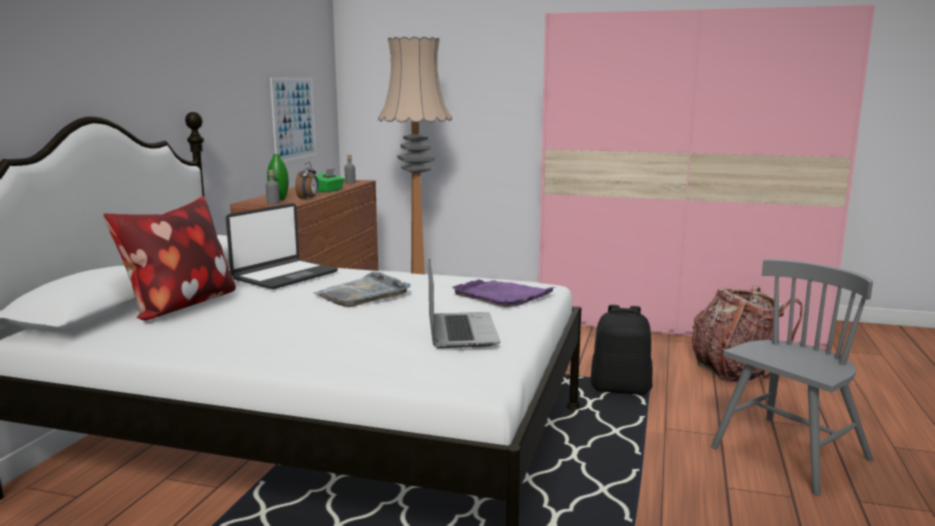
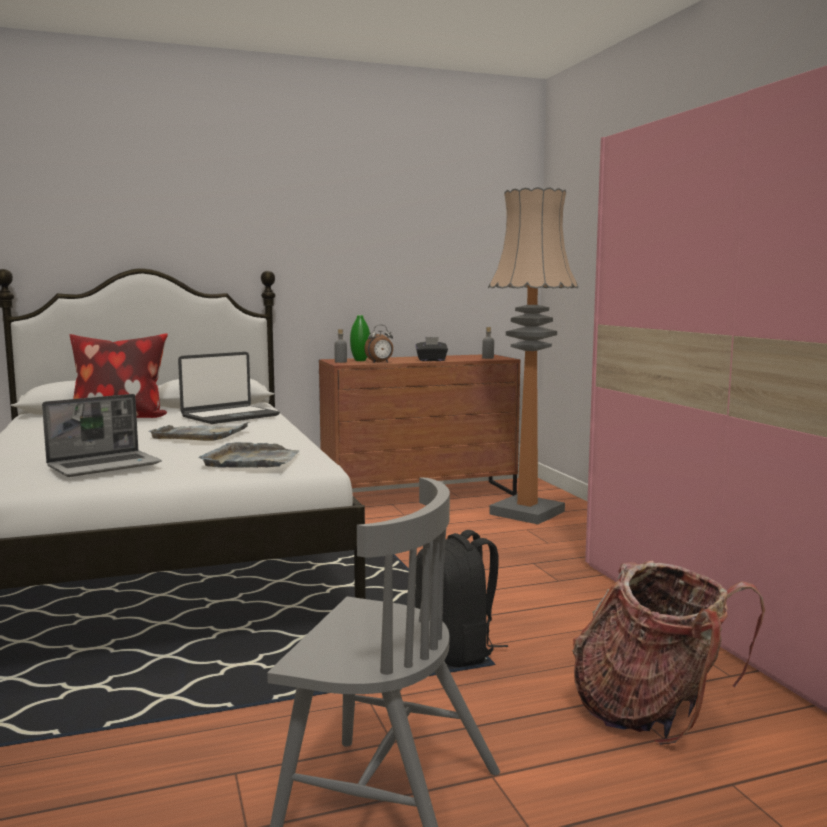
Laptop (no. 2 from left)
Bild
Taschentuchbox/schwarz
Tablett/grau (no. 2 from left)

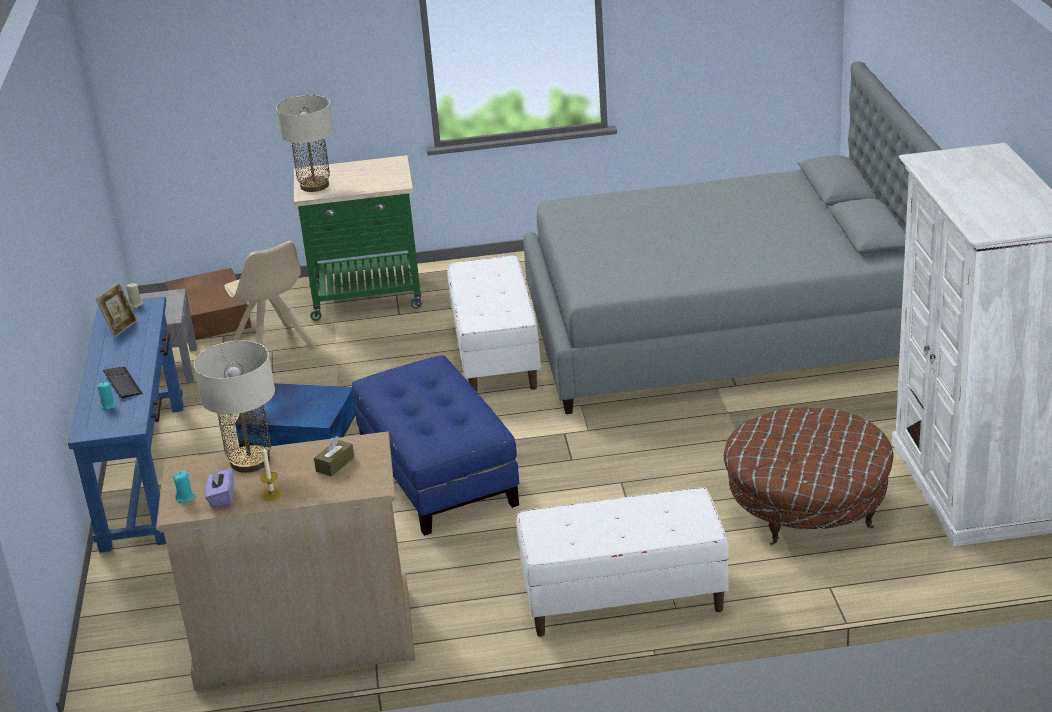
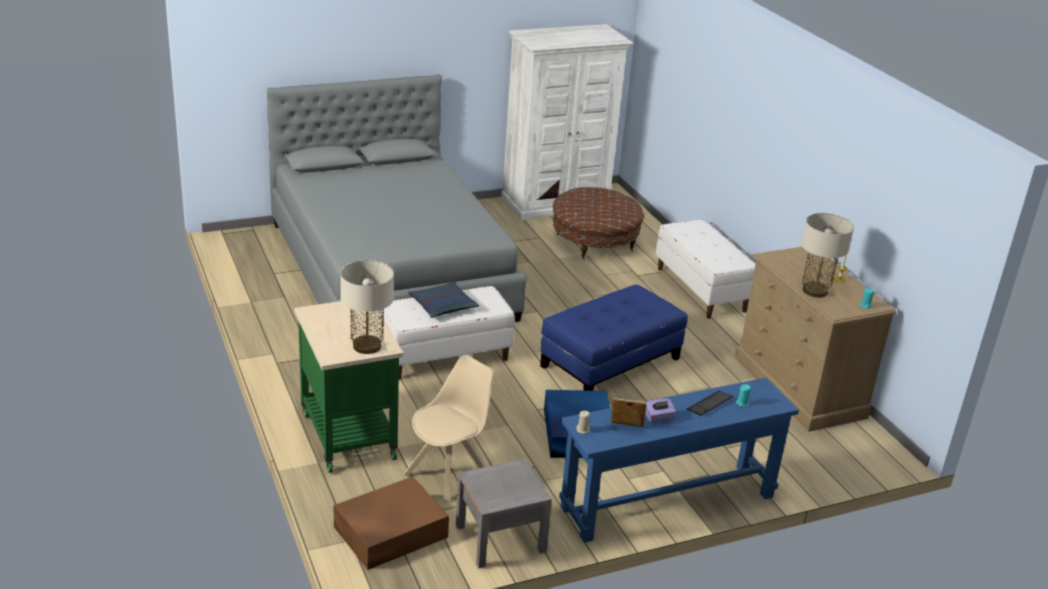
Taschentuchbox/lila
Taschentuchbox/braun
Kissen/blau

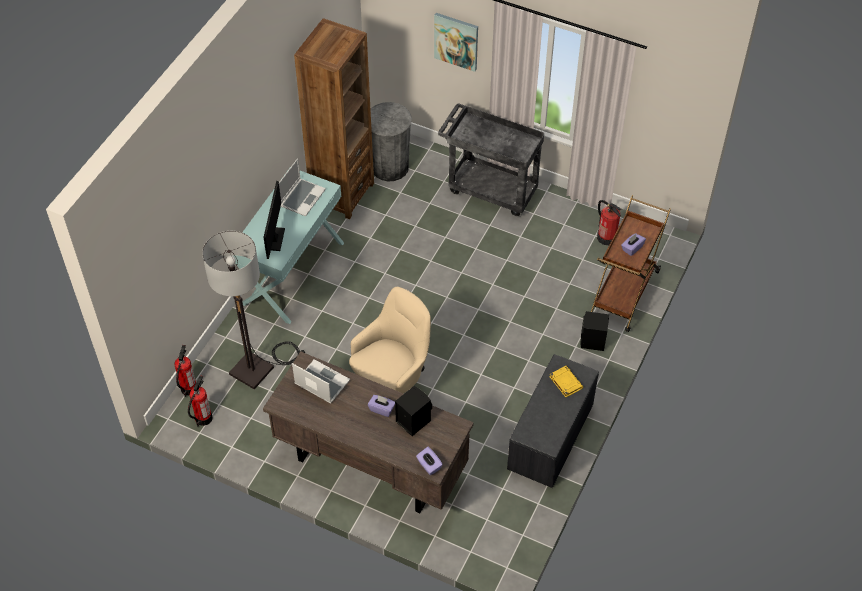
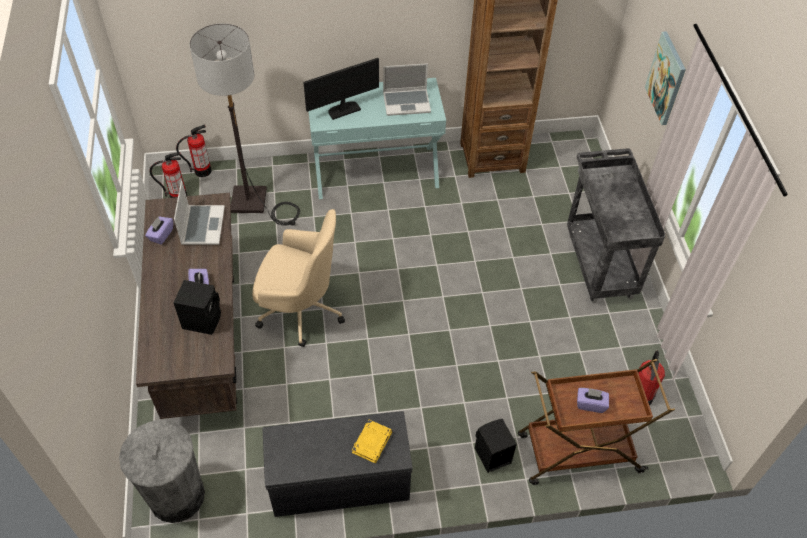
Mülleimer/grau
Taschentuchbox/lila (no. 1 from left)

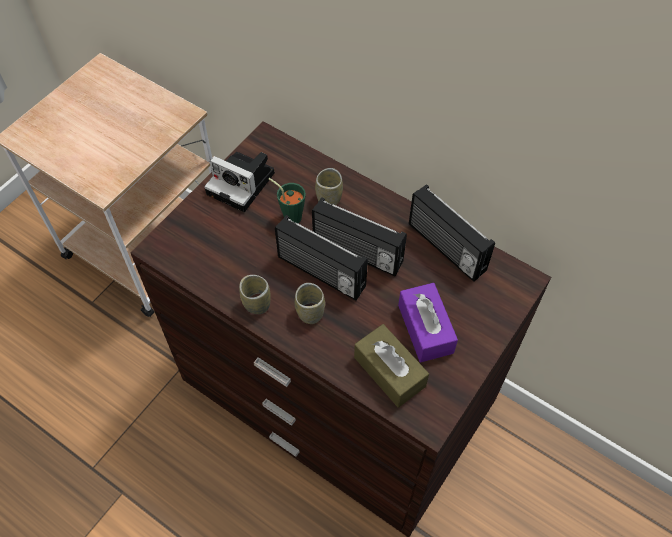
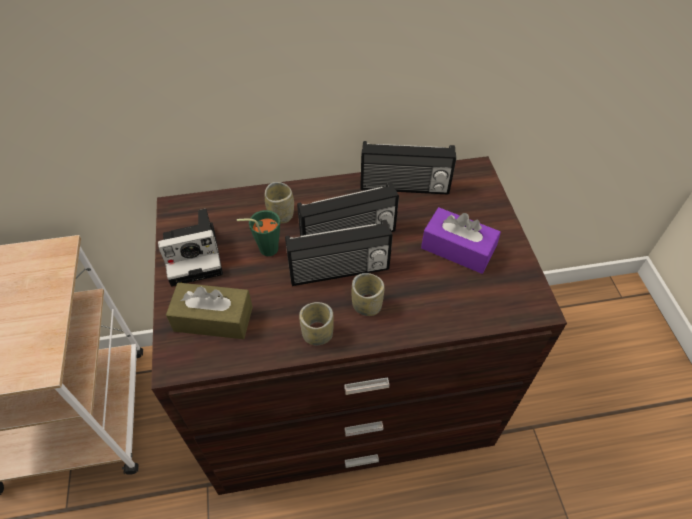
Taschentuchbox/braun

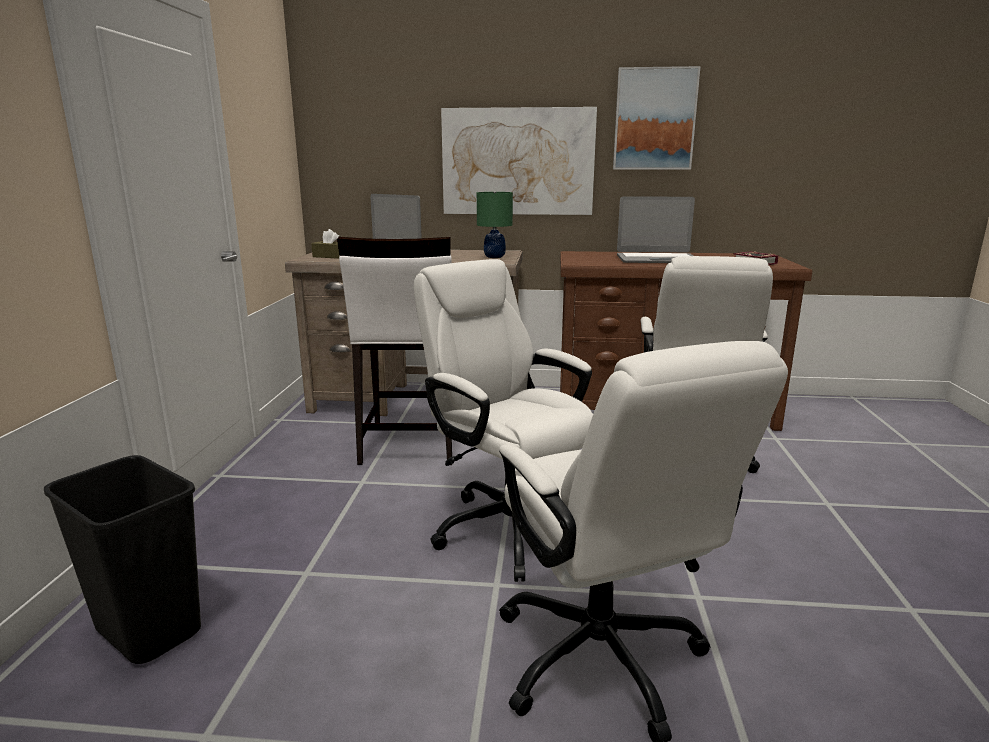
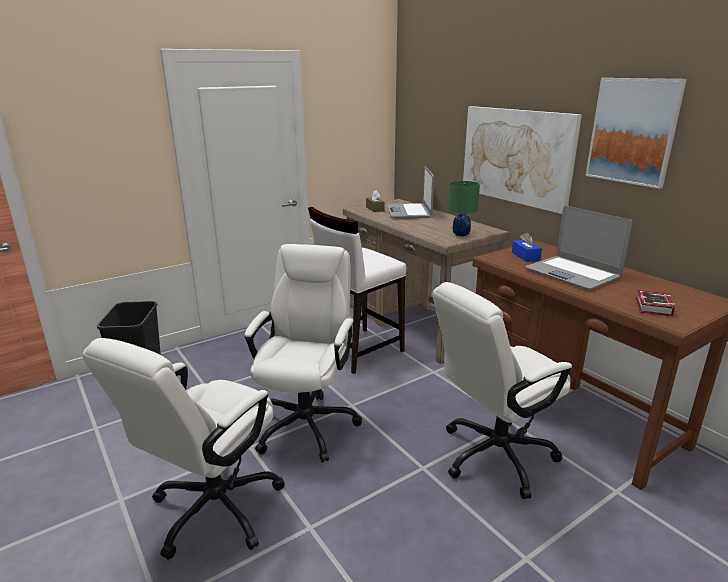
Taschentuchbox/blau

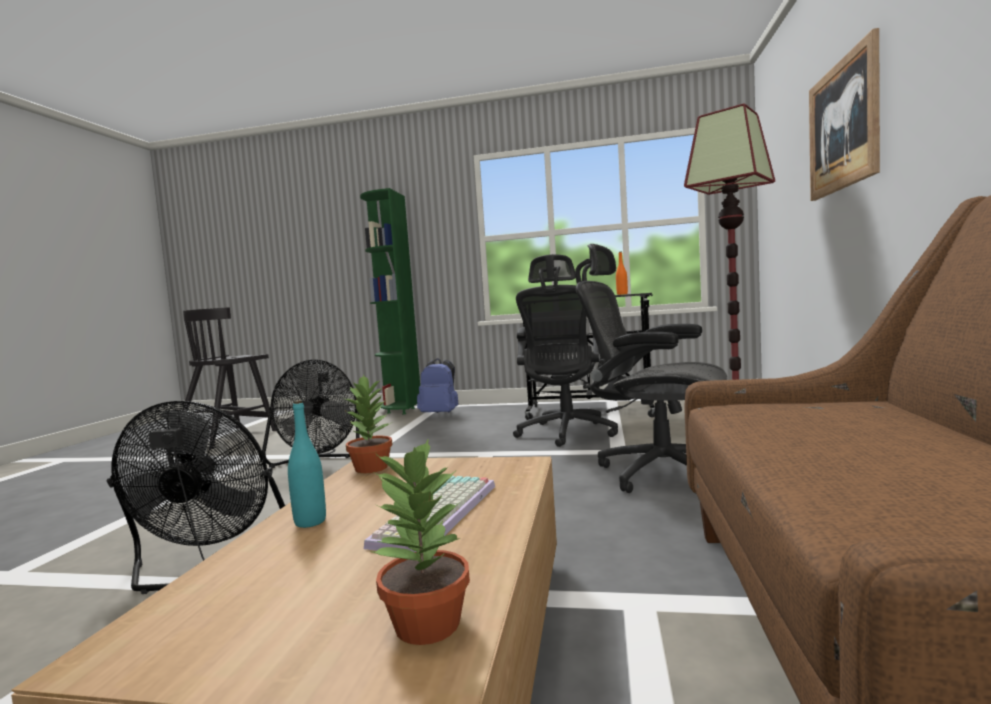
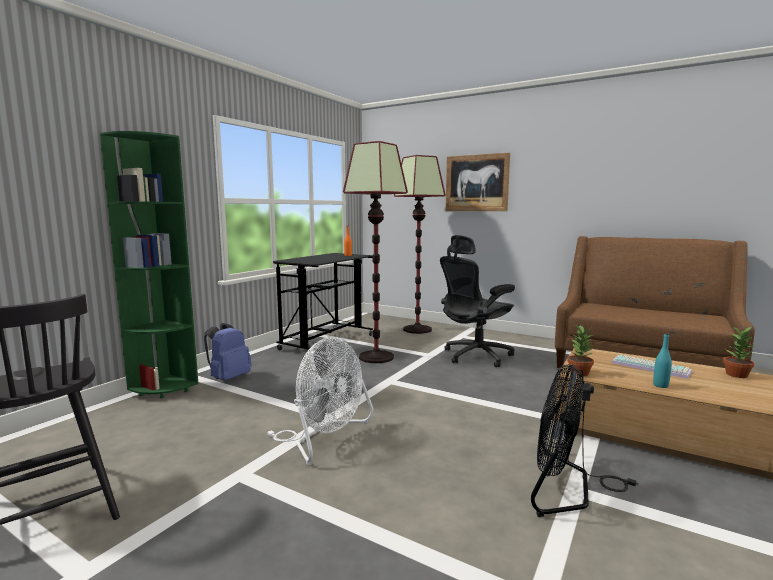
Ventilator/weiß
Stehlampe (no. 1 from left)

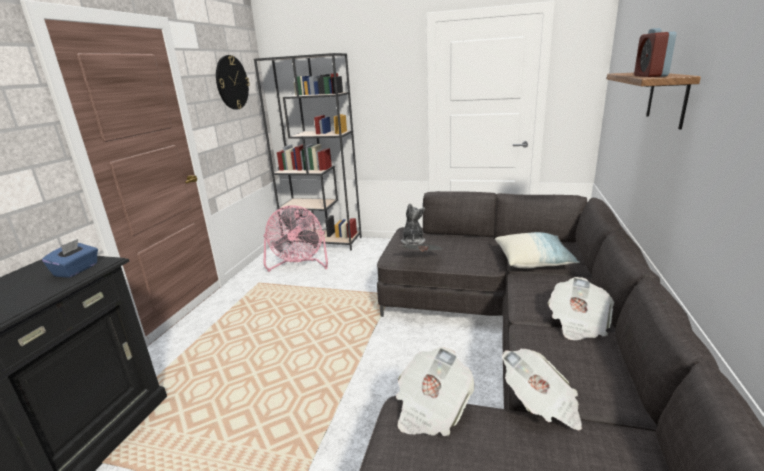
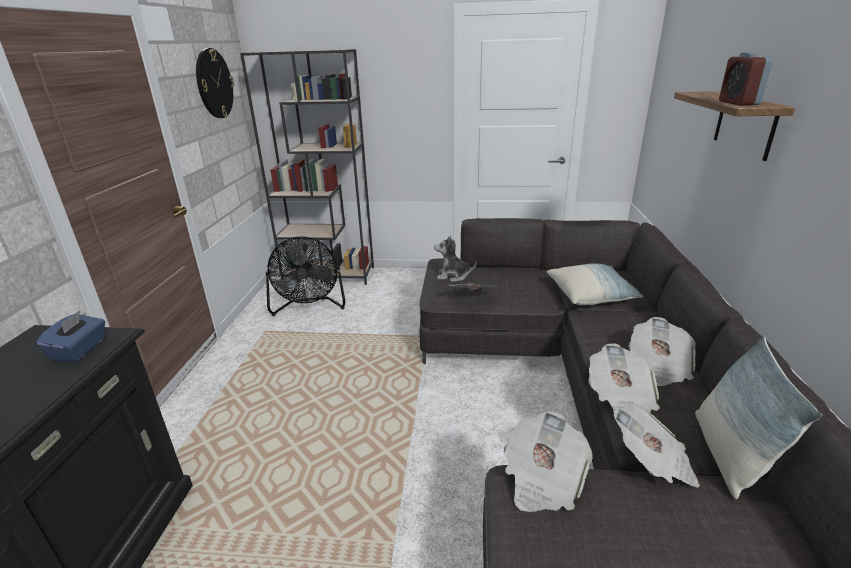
Ventilator/schwarz
Plüschtier
Zeitung (no. 3 from left)
Kissen (no. 2 from left)

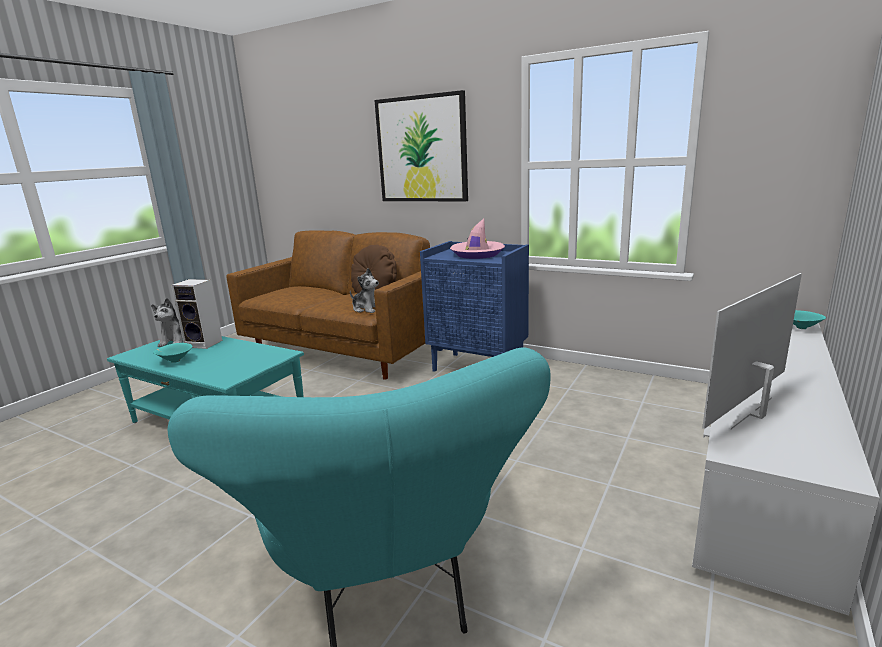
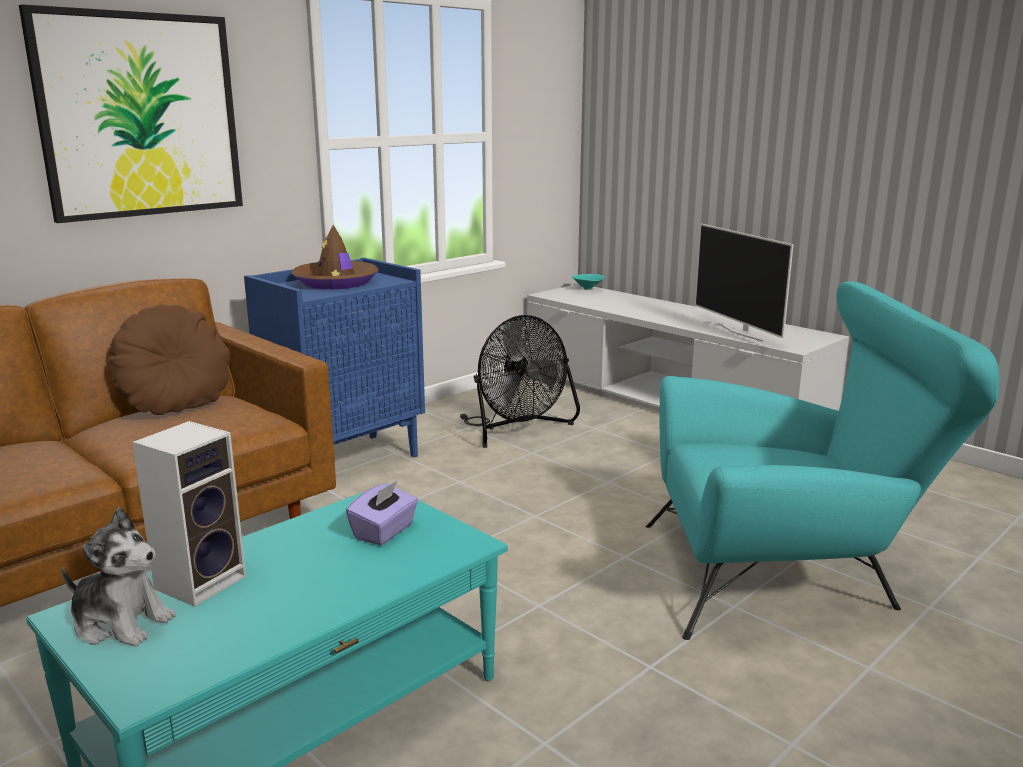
Schüssel/türkis (no. 1 from left in the first image)
Plüschtier (no. 2 from left in the first image)
Hut/braun
Taschentuchbox/lila
Ventilator/schwarz

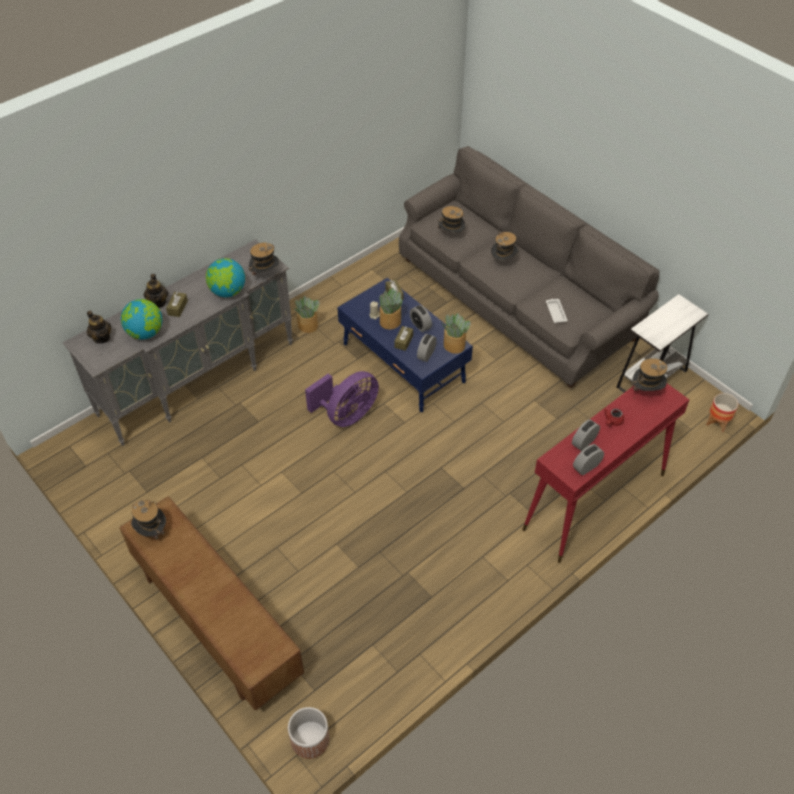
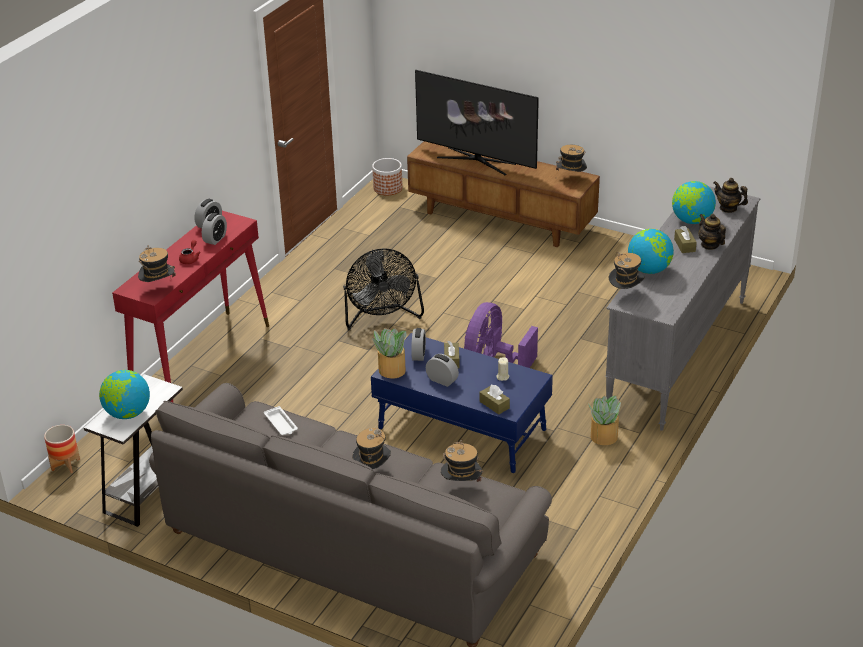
Topfpflanze (no. 2 from left in the first image)
Globus (no. 1 from left)
Ventilator/schwarz
Fernseher

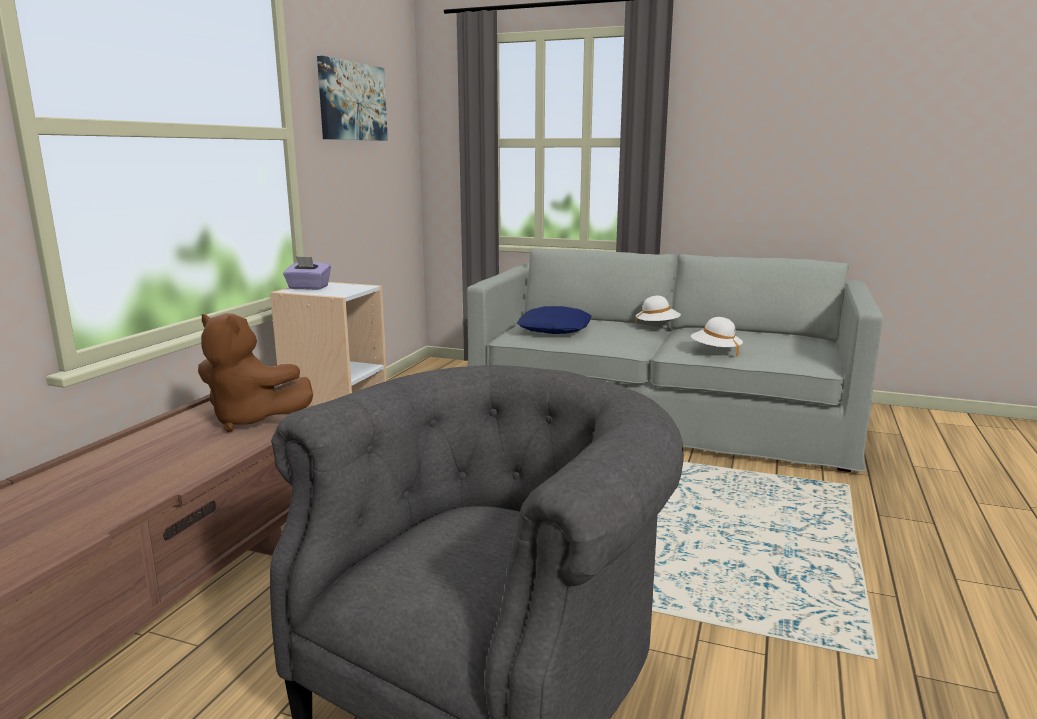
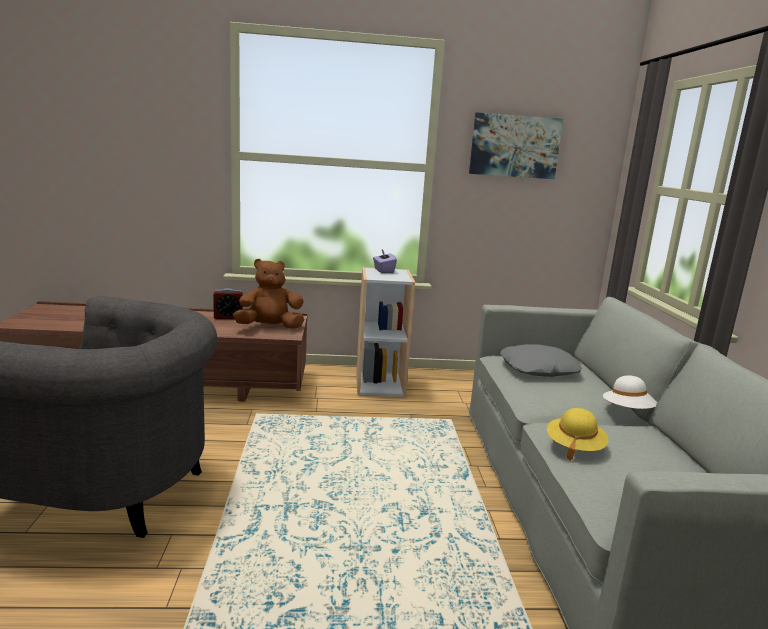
Plüschtier/braun
Kissen/grau
Hut/gelb
Wecker

